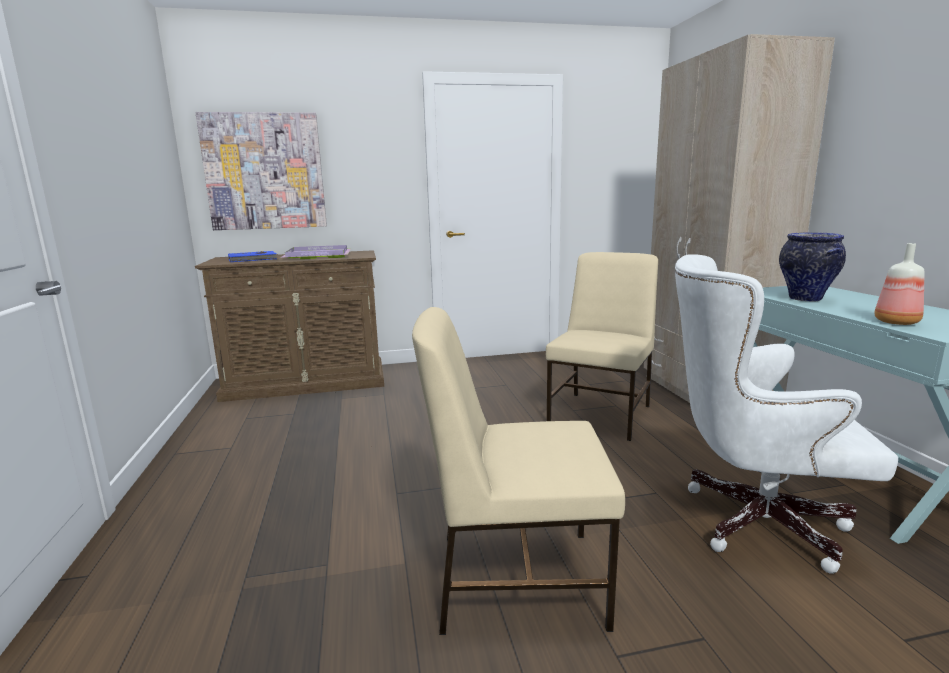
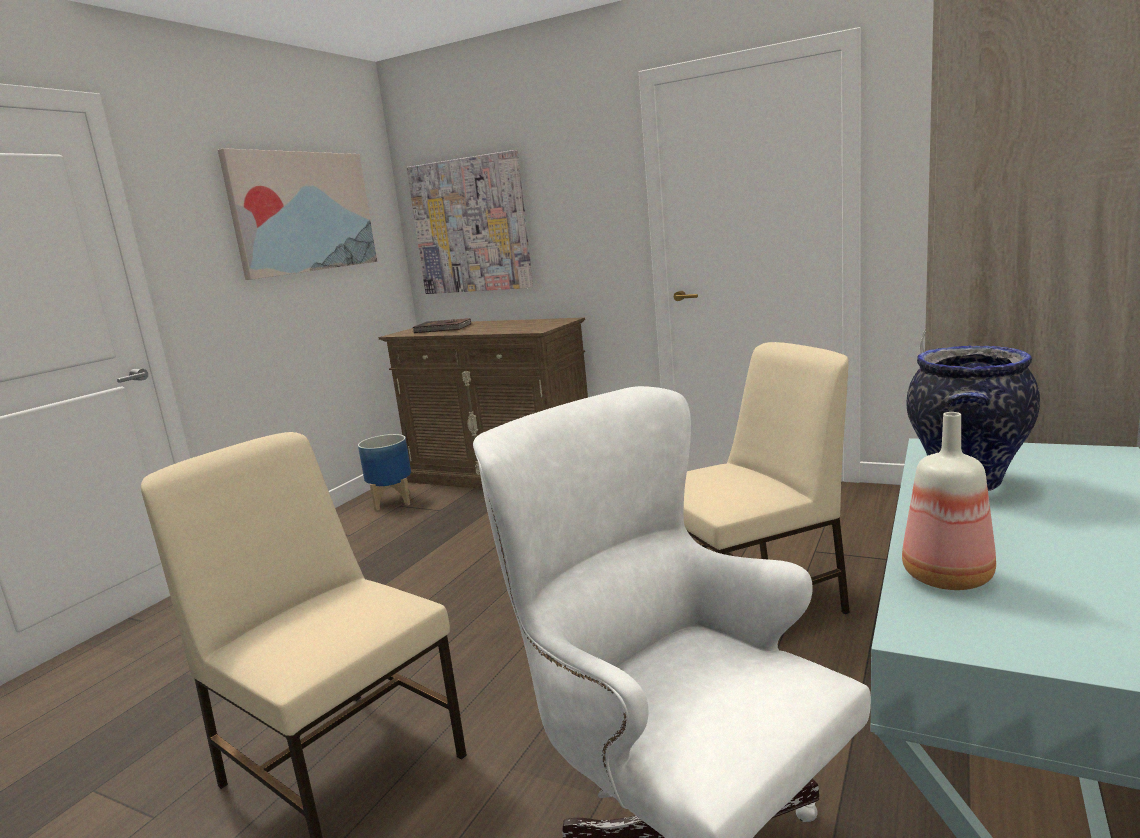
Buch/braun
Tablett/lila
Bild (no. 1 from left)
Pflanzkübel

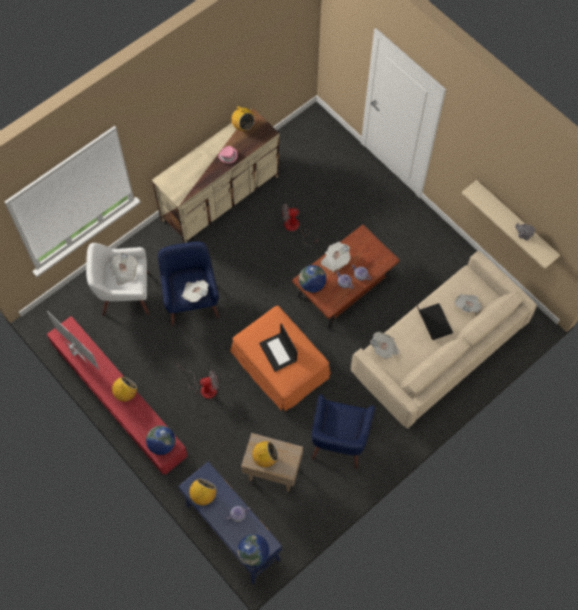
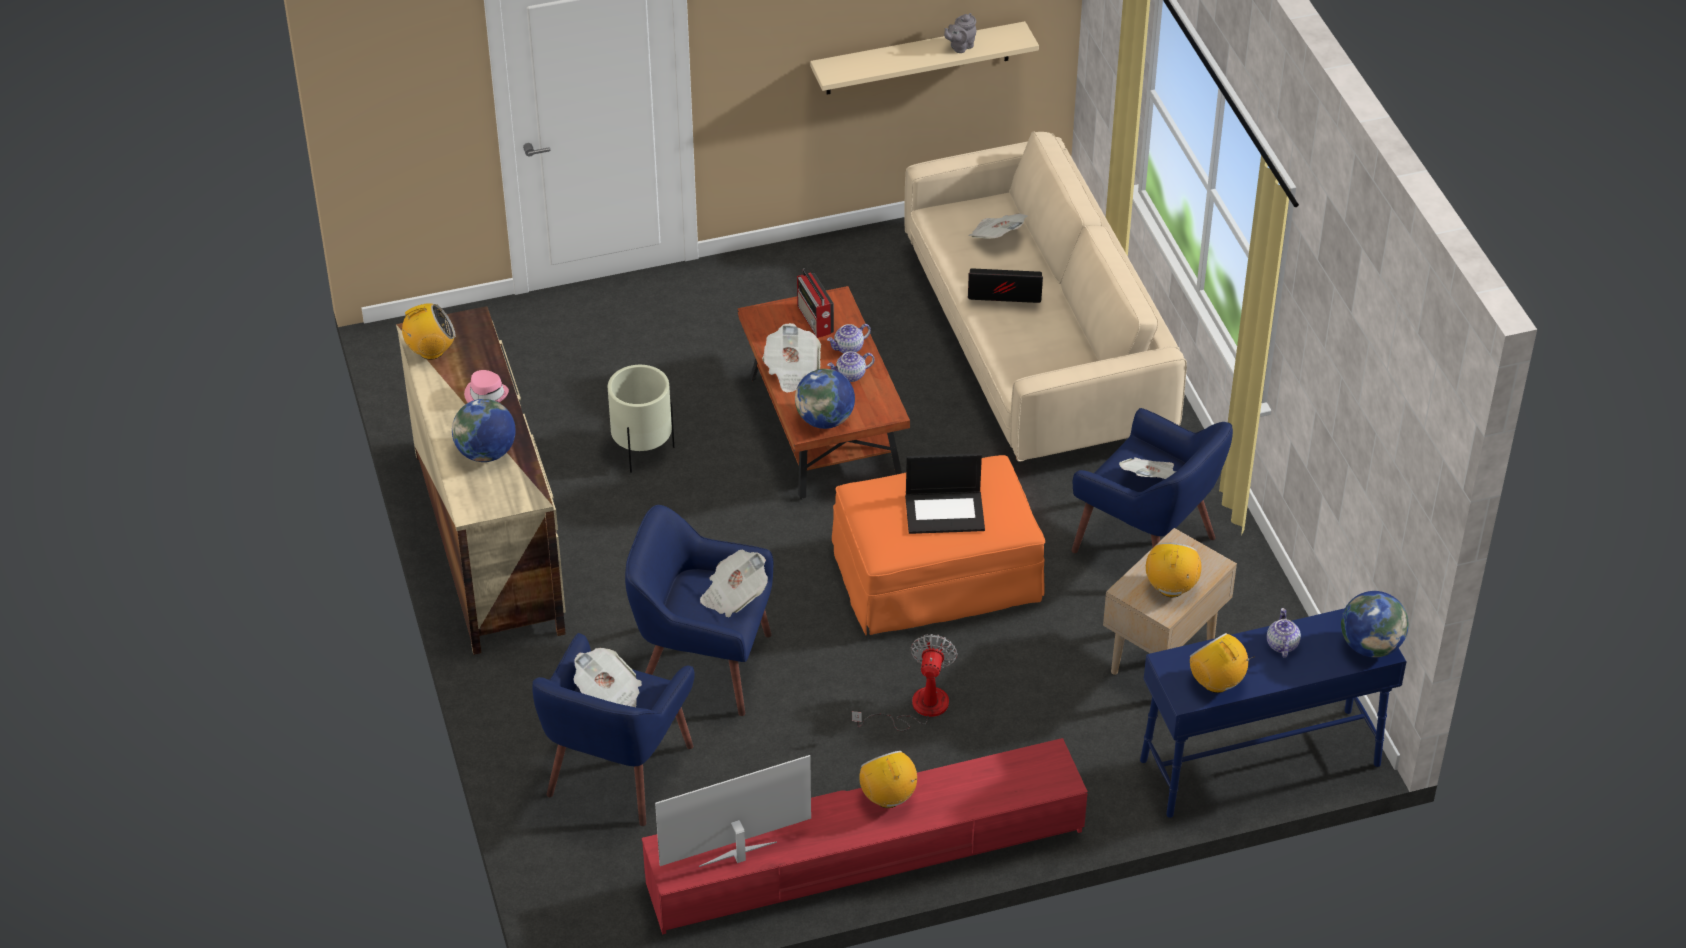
Sessel/blau (no. 1 from left)
Globus (no. 1 from left)
Pflanzkübel/beige
Zeitung (no. 5 from left)
Radio (no. 2 from left)

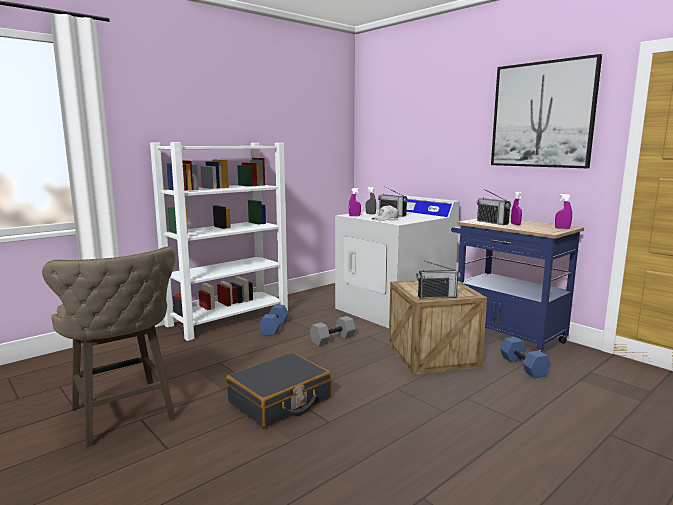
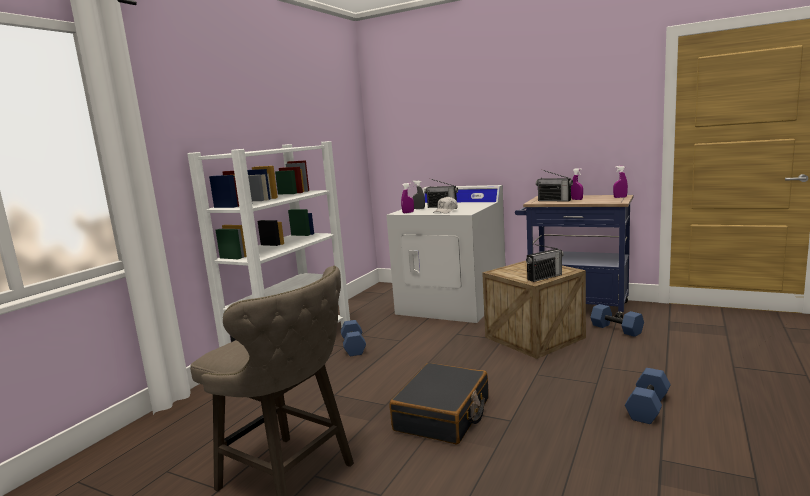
Hantel/grau
Bild
Hantel/blau (no. 3 from left)

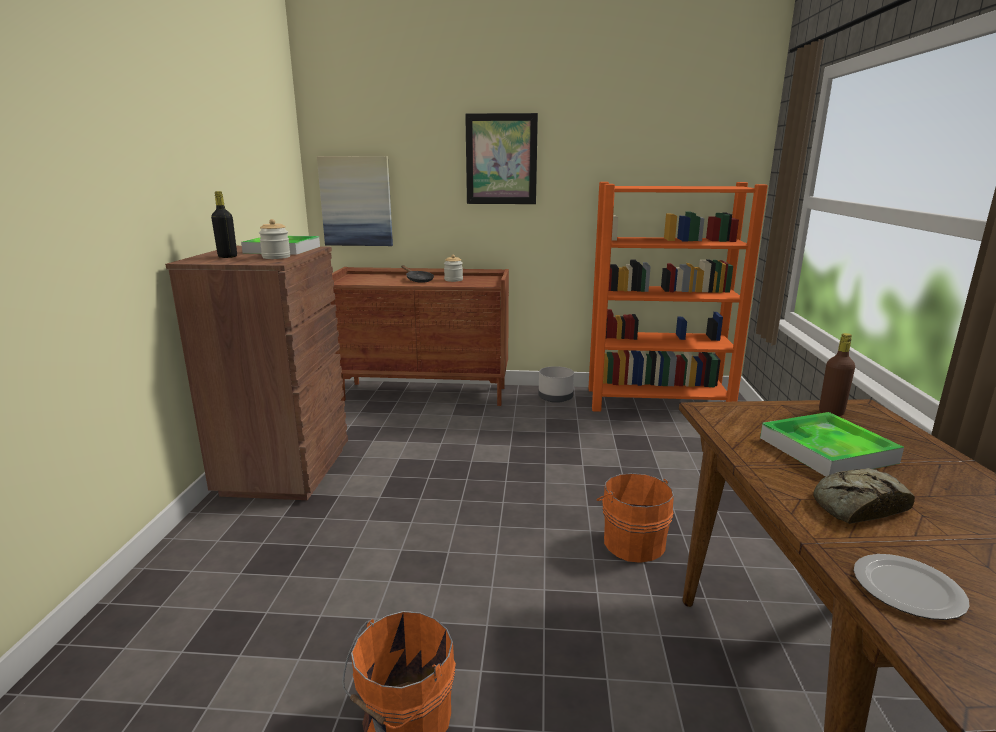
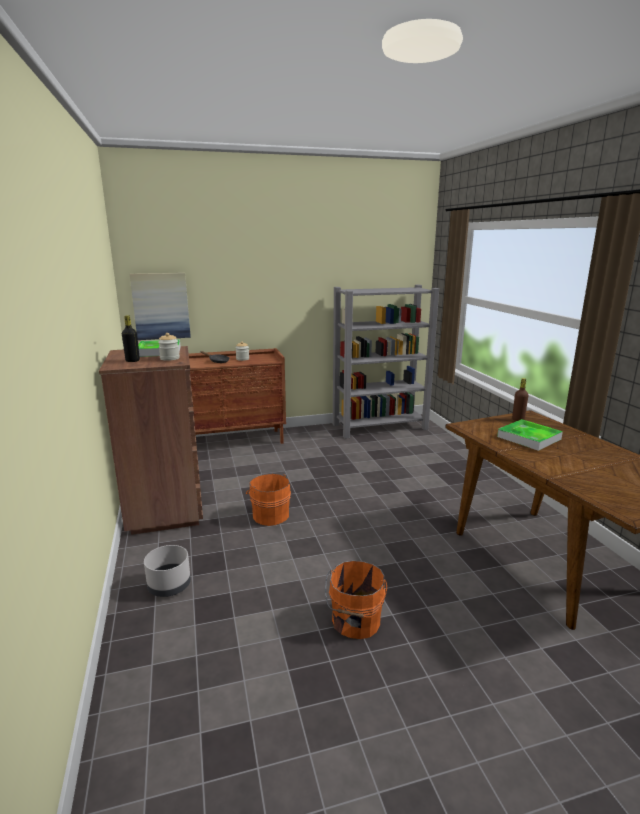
Bild (no. 2 from left in the first image)
Pflanzkübel/grau
Bücherregal/grau
Eimer/orange (no. 1 from left)
Brot
Teller

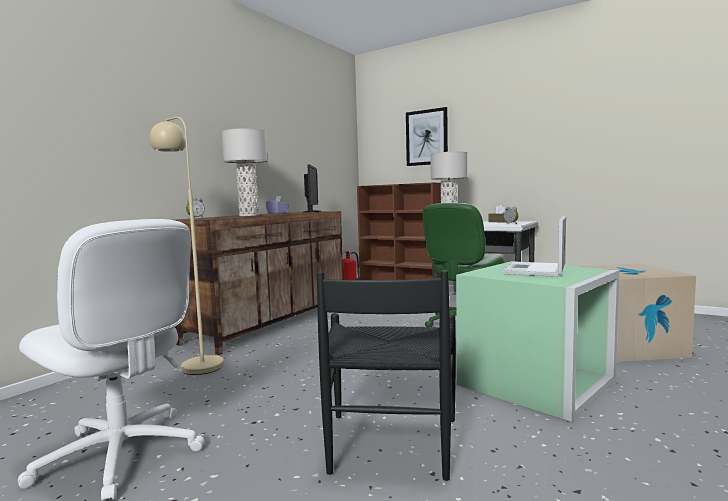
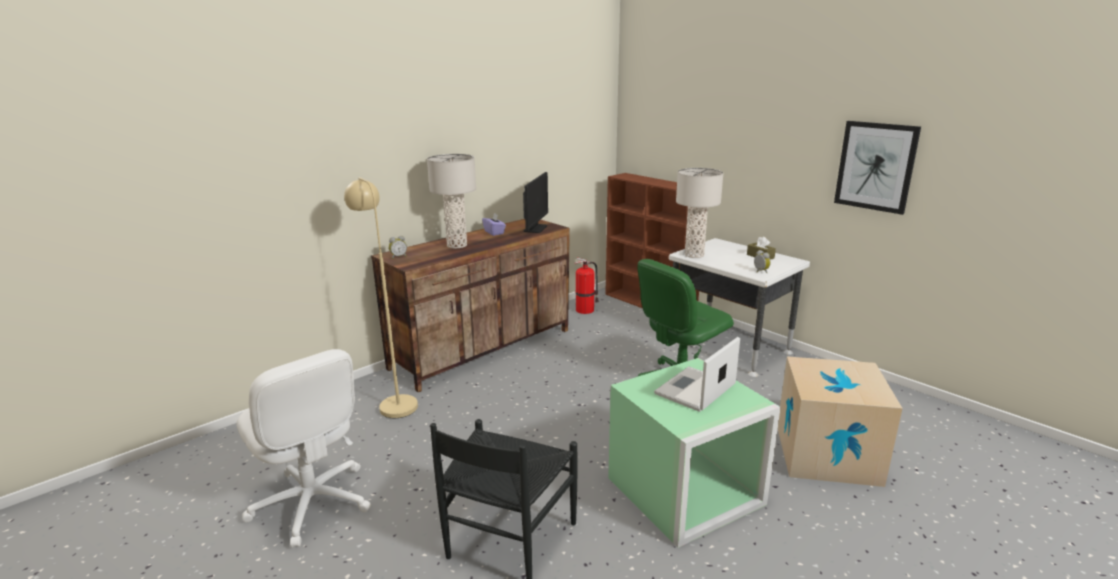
Bild

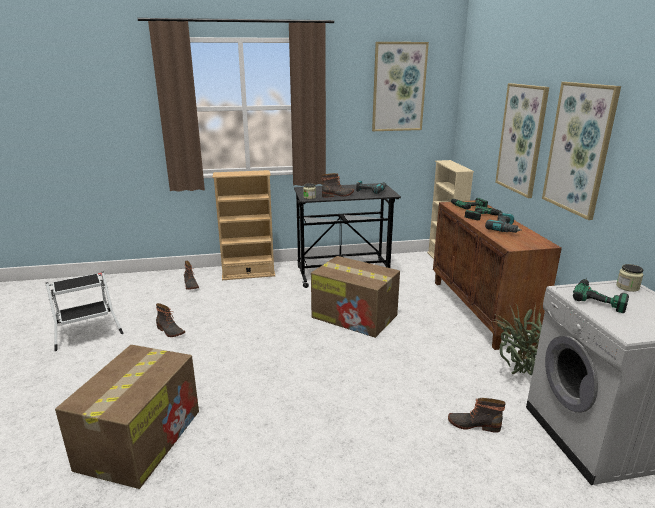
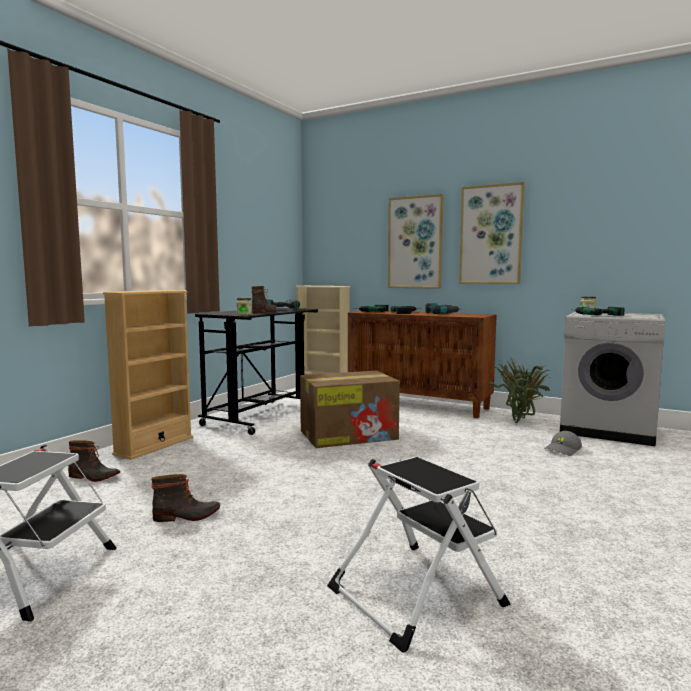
Trittleiter (no. 2 from left)
Bild (no. 1 from left in the first image)
Kappe/grau

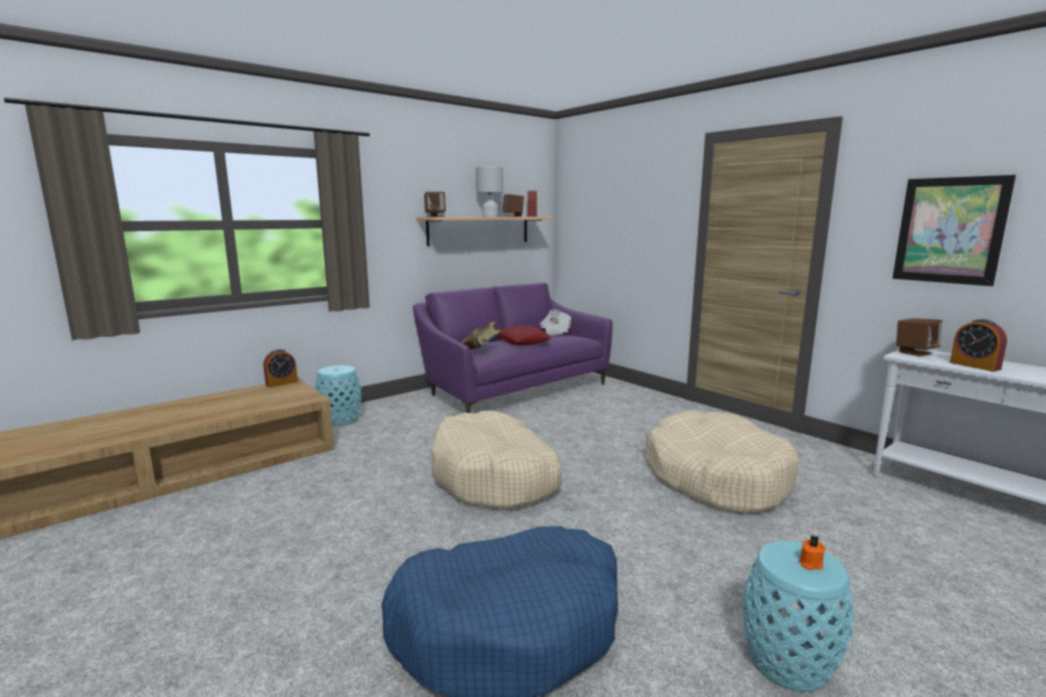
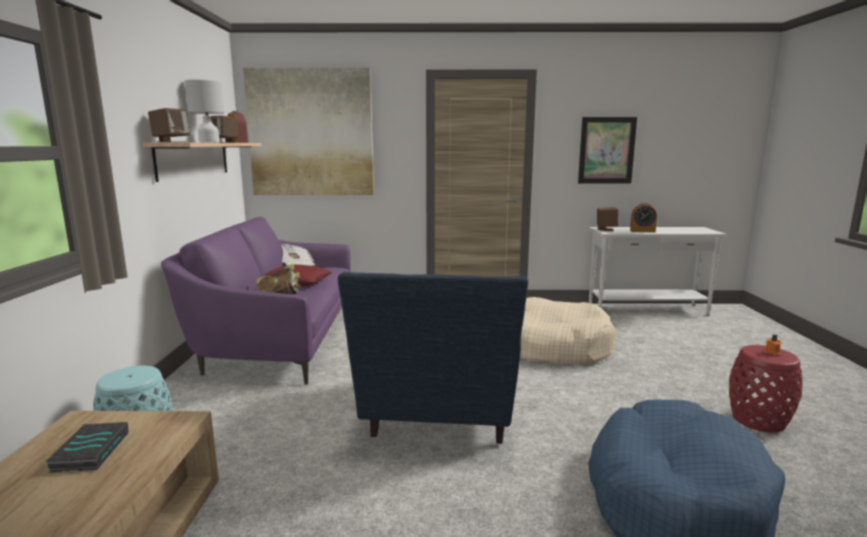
Wecker (no. 1 from left in the first image)
Sessel/blau
Hocker/rot
Buch (no. 1 from left)
Bild (no. 1 from left)

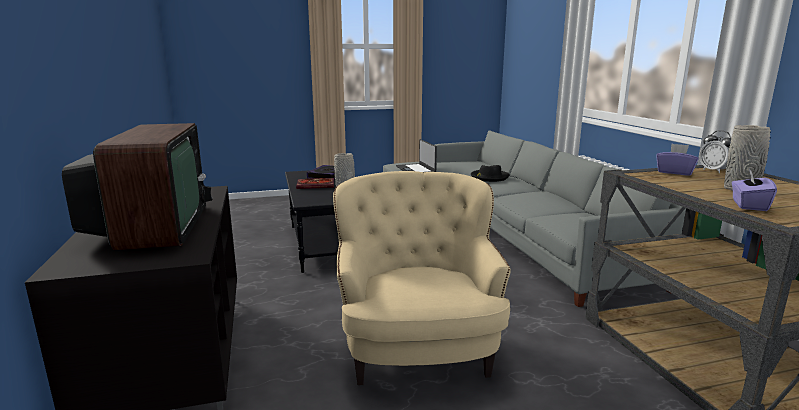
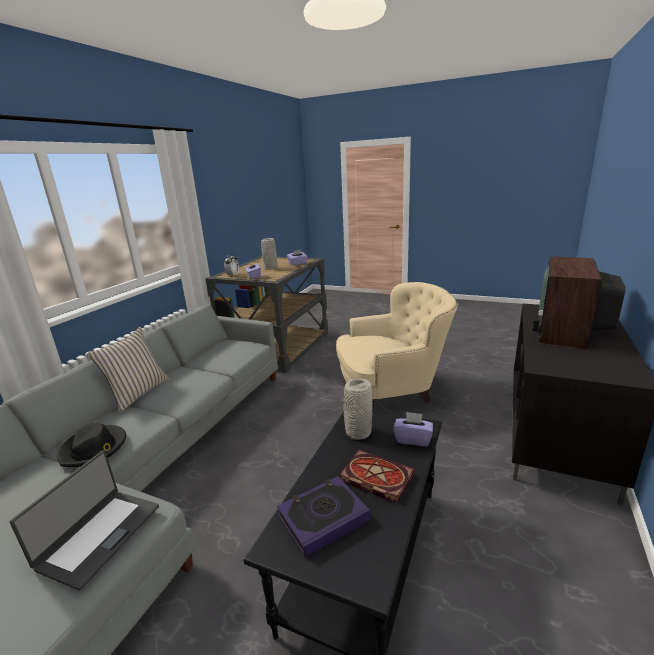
Sessel/beige
Kissen/beige
Taschentuchbox/lila (no. 3 from left)

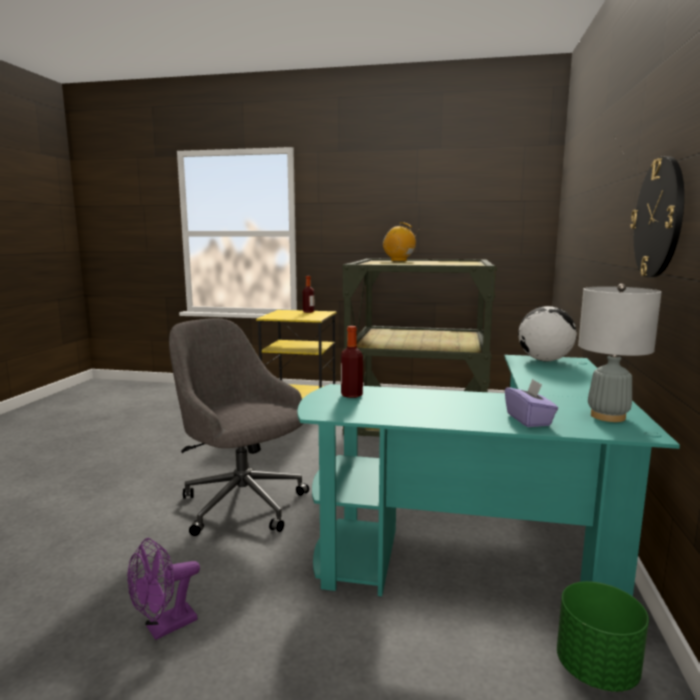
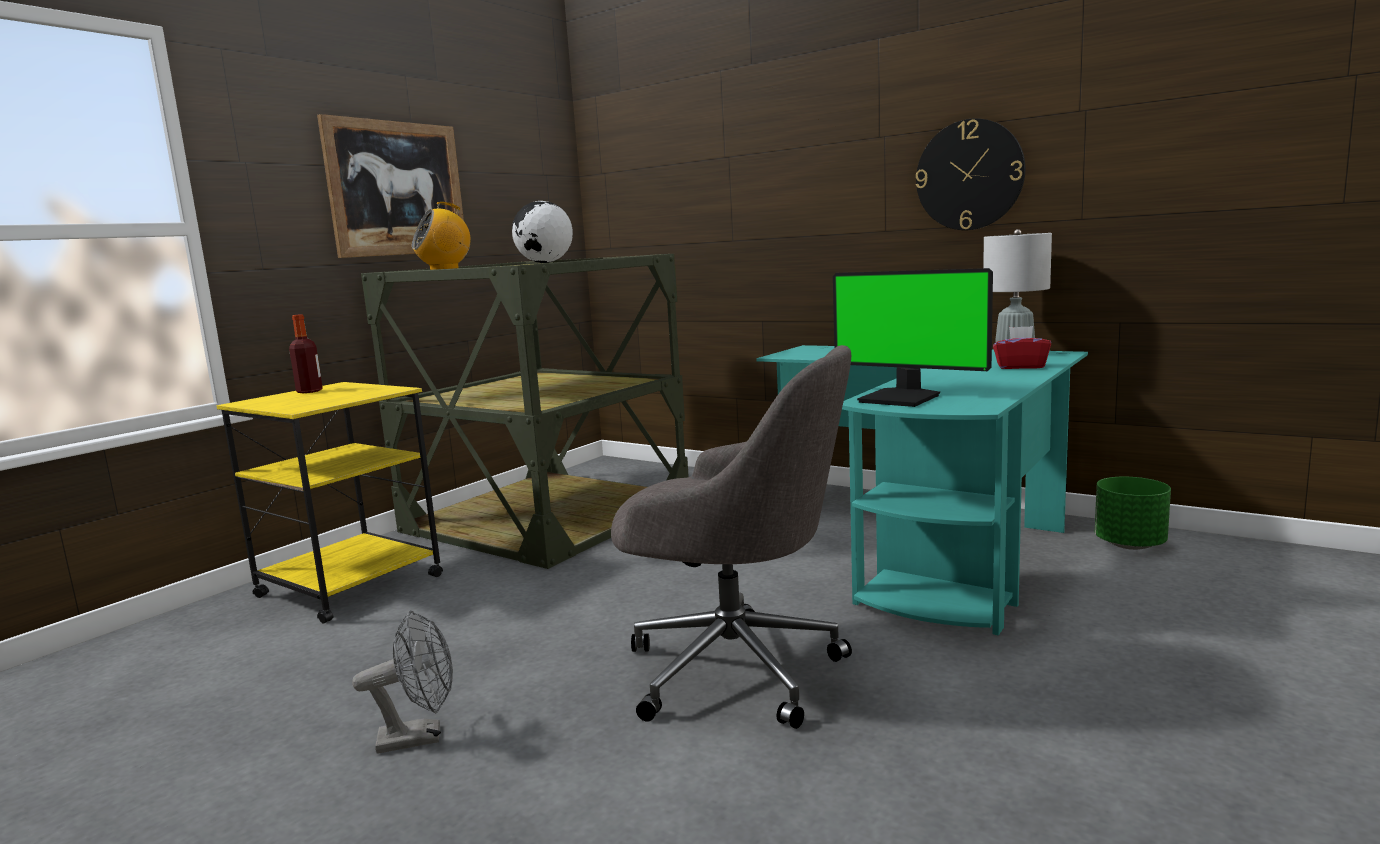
Ventilator/lila
Bürostuhl/grau
Monitor
Taschentuchbox/rot
Globus
Bild
Ventilator/grau

